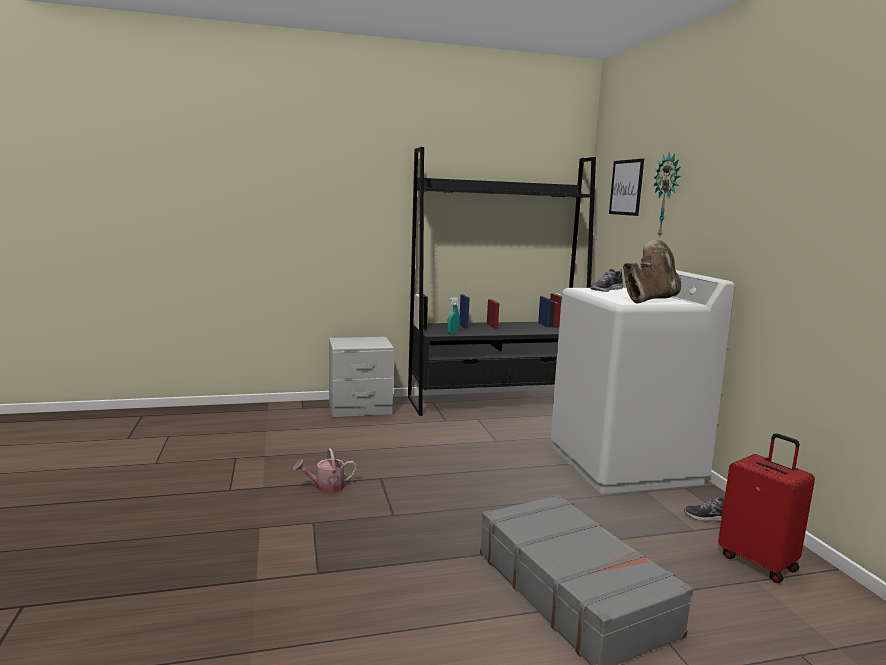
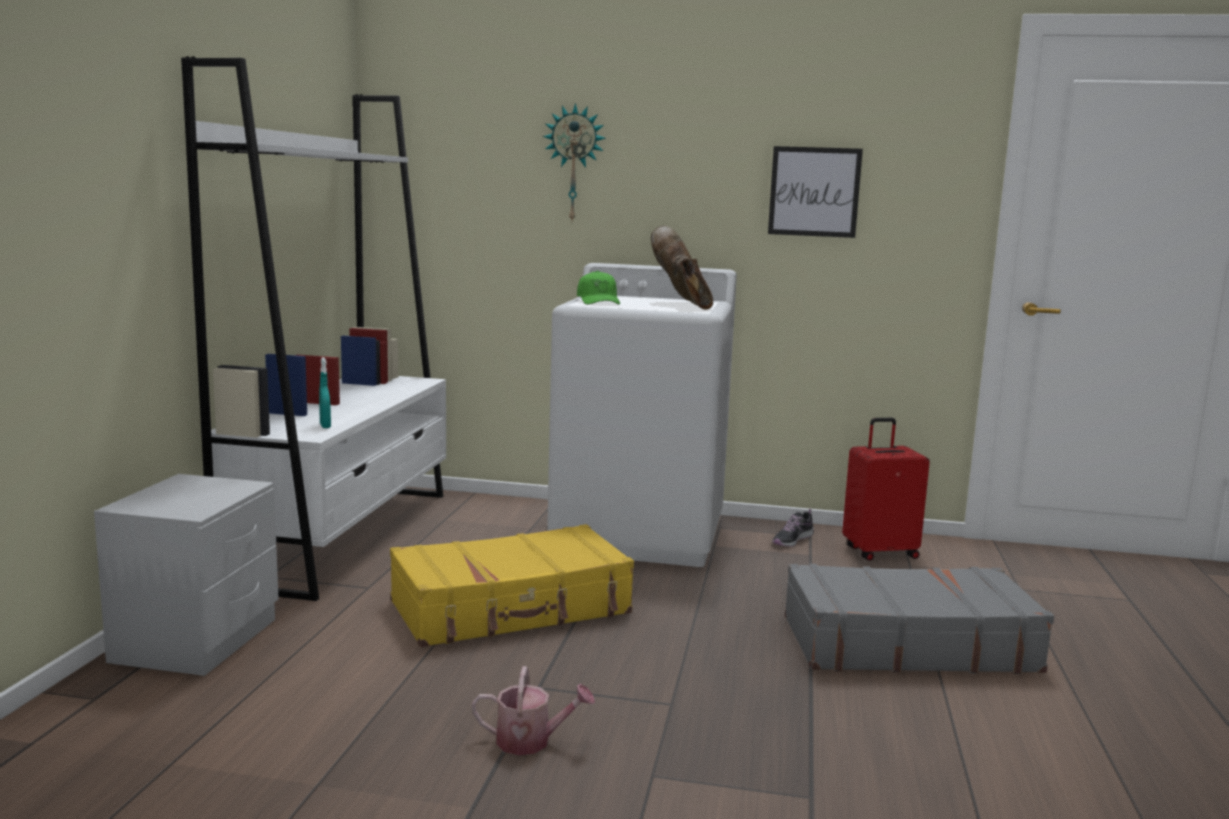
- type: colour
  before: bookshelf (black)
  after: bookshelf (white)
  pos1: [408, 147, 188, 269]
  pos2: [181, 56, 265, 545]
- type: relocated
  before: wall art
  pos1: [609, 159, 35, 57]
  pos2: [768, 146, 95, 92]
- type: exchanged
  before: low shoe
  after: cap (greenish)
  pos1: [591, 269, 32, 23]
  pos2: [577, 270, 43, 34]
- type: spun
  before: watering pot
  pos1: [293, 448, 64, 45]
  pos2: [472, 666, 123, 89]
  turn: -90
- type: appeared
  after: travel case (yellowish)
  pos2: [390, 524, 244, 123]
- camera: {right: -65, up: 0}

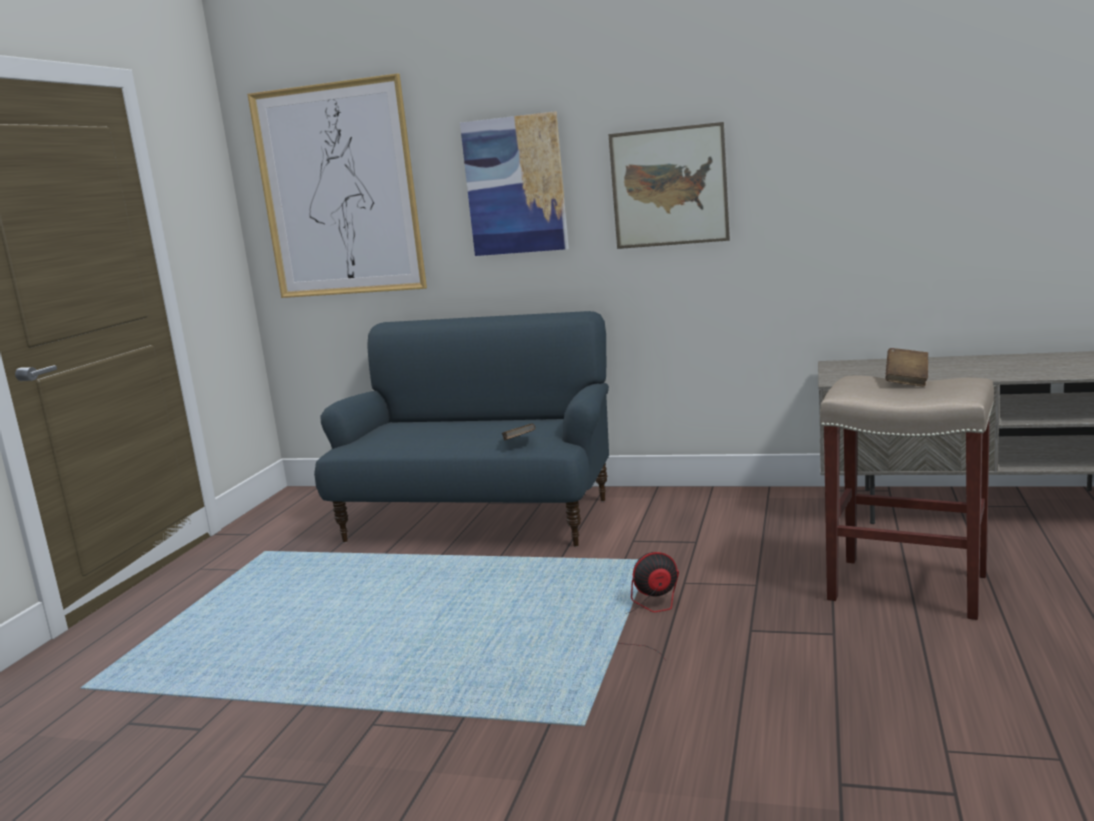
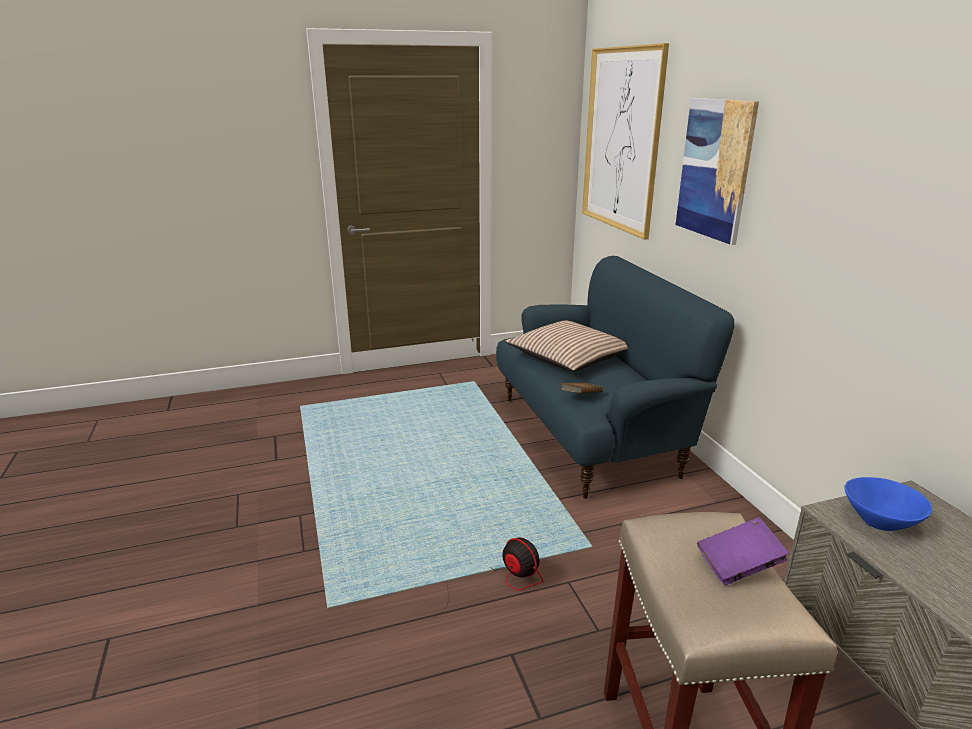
- type: missing
  before: wall art
  pos1: [608, 122, 122, 127]
- type: colour
  before: bound book (brownish)
  after: bound book (purple)
  pos1: [885, 348, 43, 38]
  pos2: [697, 517, 92, 68]
- type: appeared
  after: cushion
  pos2: [505, 321, 123, 50]
- type: appeared
  after: deep dish (blue-coloured)
  pos2: [844, 477, 88, 54]
- camera: {right: 55, up: 10}

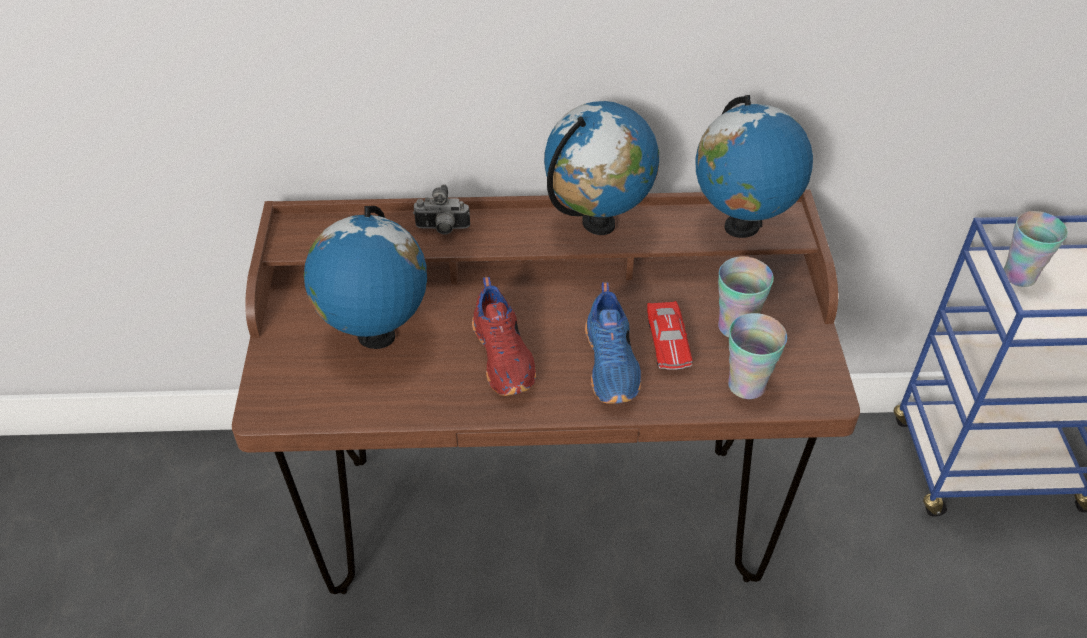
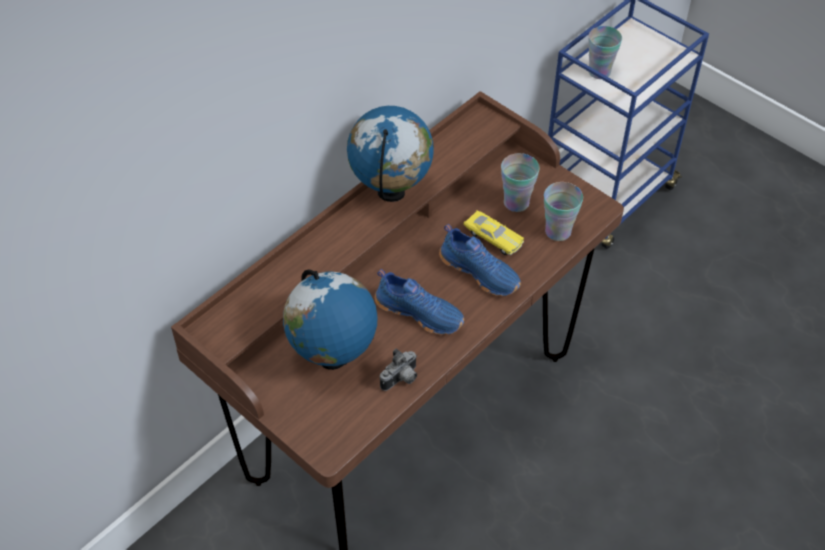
- type: missing
  before: world globe
  pos1: [696, 95, 117, 143]
- type: relocated
  before: photo camera
  pos1: [413, 184, 57, 51]
  pos2: [380, 349, 37, 42]
- type: colour
  before: low shoe (red)
  after: low shoe (blue-coloured)
  pos1: [472, 277, 64, 119]
  pos2: [375, 269, 89, 66]
- type: colour
  before: model car (red)
  after: model car (yellowish)
  pos1: [647, 301, 46, 69]
  pos2: [463, 210, 61, 45]
- camera: {right: -45, up: 5}

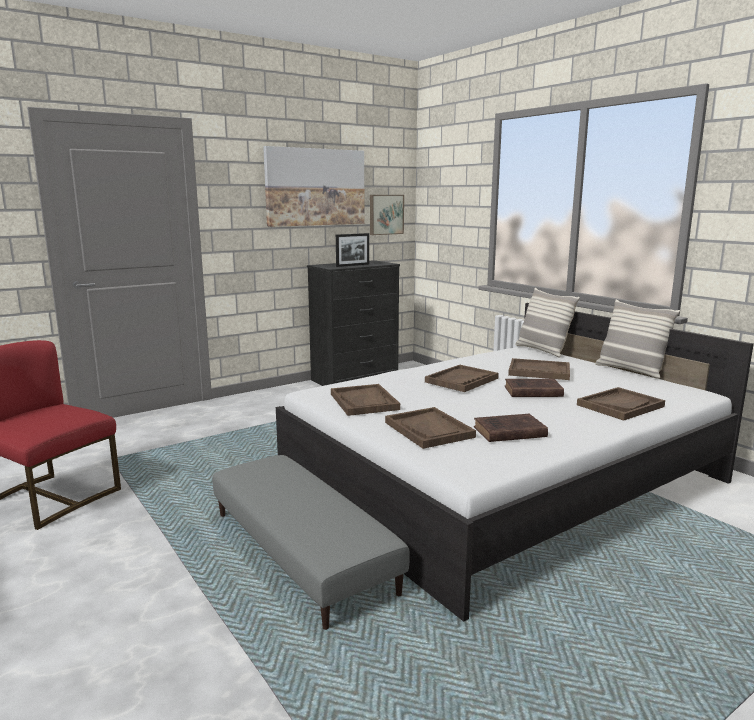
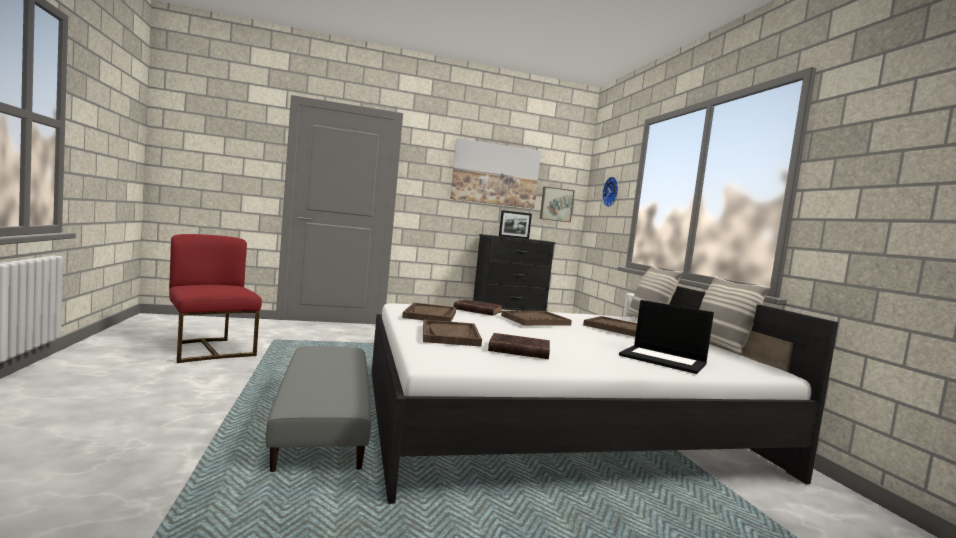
- type: relocated
  before: bound book (brownish)
  pos1: [505, 379, 59, 18]
  pos2: [454, 299, 48, 17]
- type: exchanged
  before: tray (brownish)
  after: laptop
  pos1: [577, 387, 88, 34]
  pos2: [619, 300, 95, 74]
- type: appeared
  after: wall clock
  pos2: [602, 177, 16, 30]
- camera: {right: 20, up: -10}

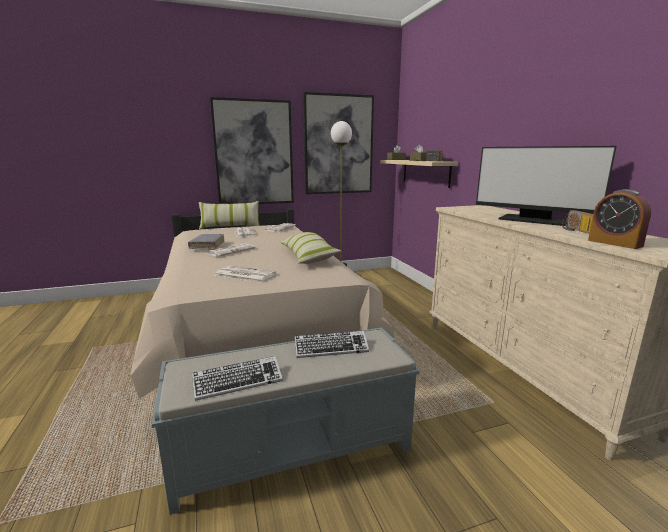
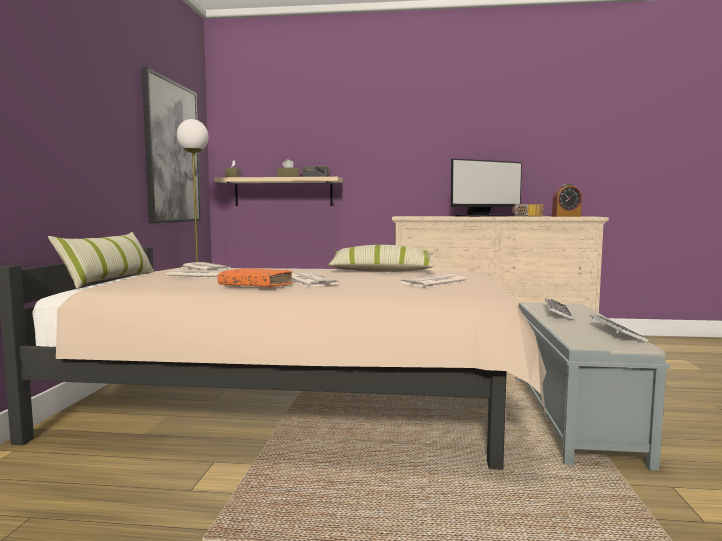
- type: missing
  before: wall art
  pos1: [210, 97, 84, 107]
- type: colour
  before: bound book (grey)
  after: bound book (orangey)
  pos1: [188, 234, 36, 16]
  pos2: [217, 268, 76, 20]
- camera: {right: -65, up: -10}

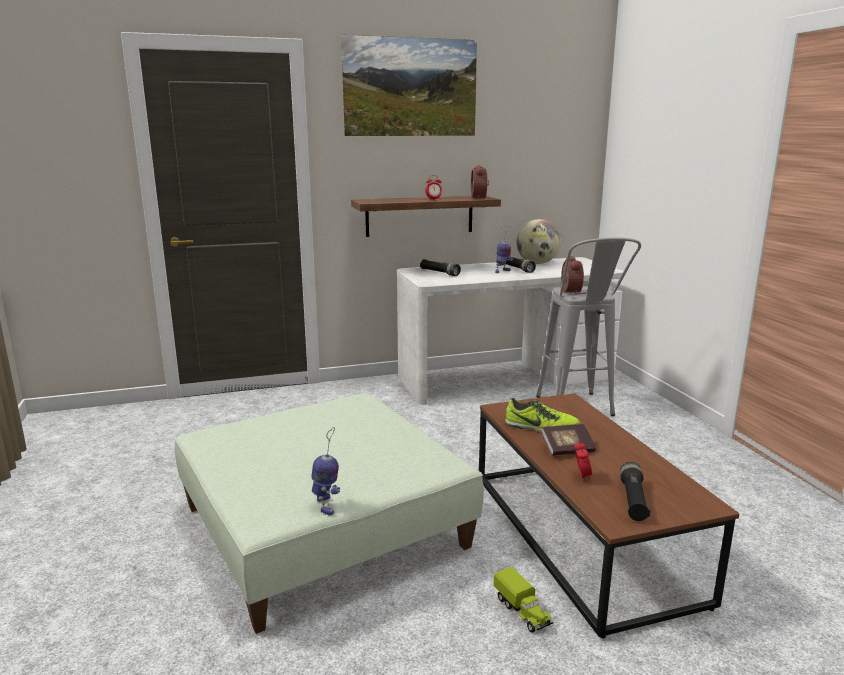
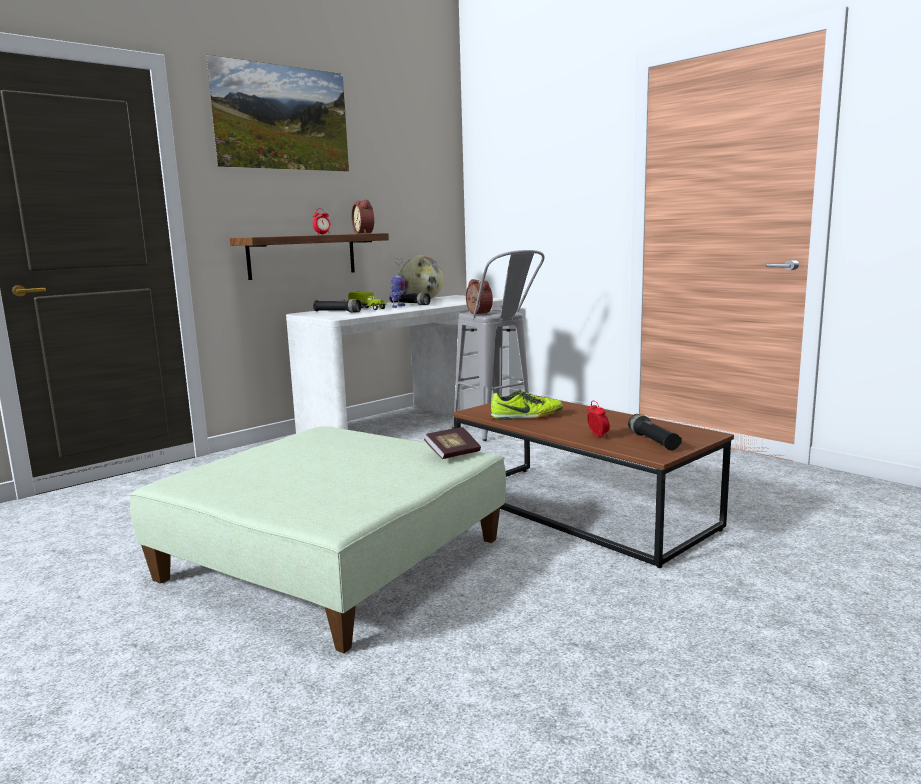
- type: relocated
  before: bound book
  pos1: [541, 424, 55, 32]
  pos2: [424, 427, 57, 32]
- type: missing
  before: model robot
  pos1: [311, 427, 29, 89]
- type: relocated
  before: toy lorry
  pos1: [494, 567, 60, 66]
  pos2: [348, 292, 38, 18]
- camera: {right: -25, up: -5}

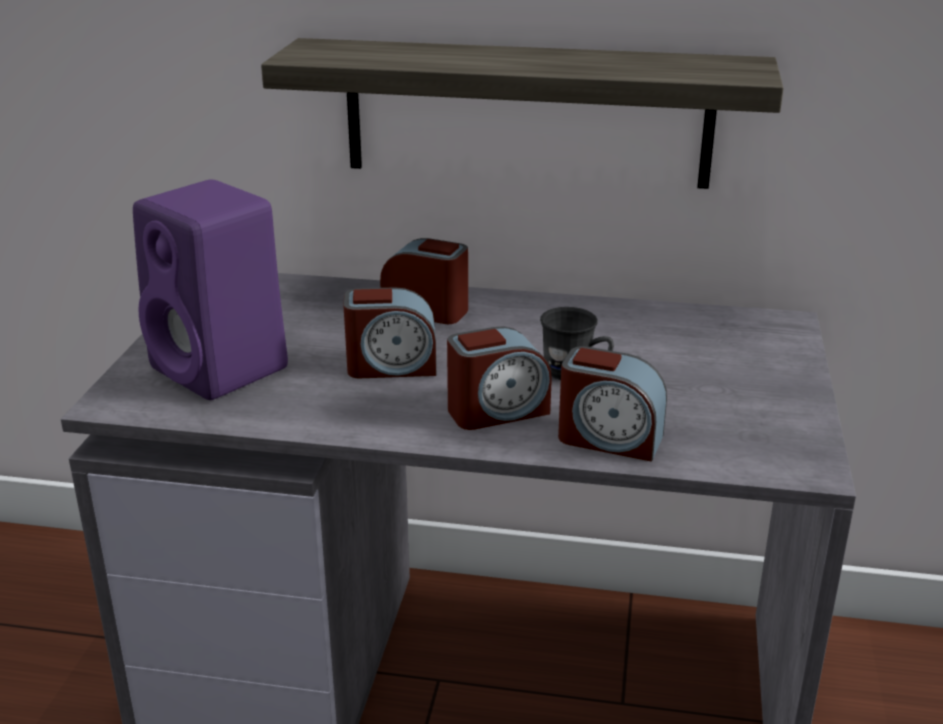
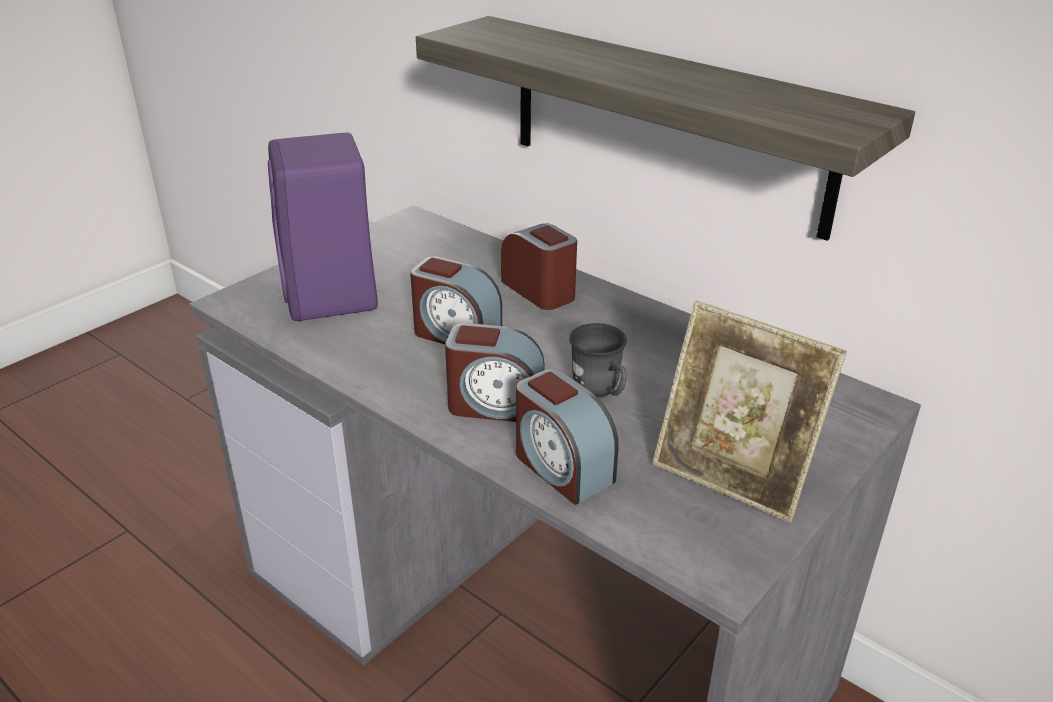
- type: appeared
  after: standing frame
  pos2: [652, 301, 195, 222]
- camera: {right: 30, up: 5}

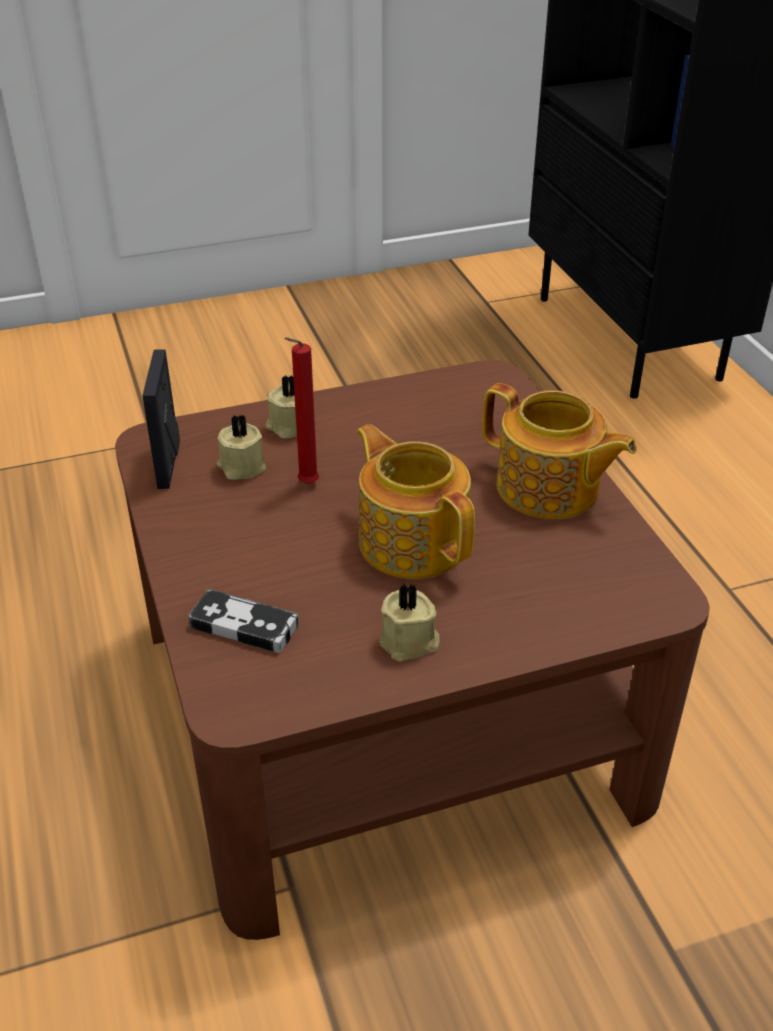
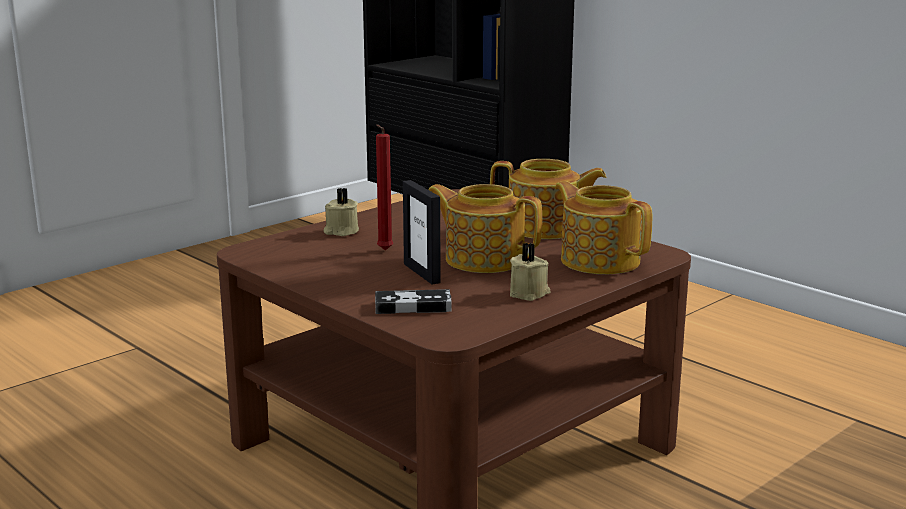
- type: relocated
  before: standing frame
  pos1: [142, 349, 38, 140]
  pos2: [403, 180, 38, 105]
- type: missing
  before: wax candle (sand-coloured)
  pos1: [216, 415, 50, 65]
- type: appeared
  after: pot for tea
  pos2: [555, 181, 97, 93]
- camera: {right: -25, up: -20}

